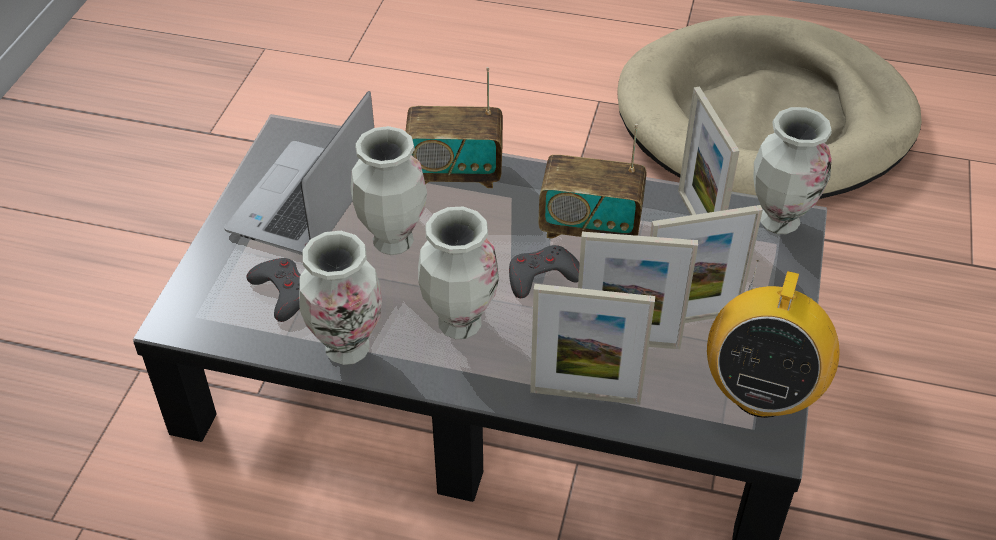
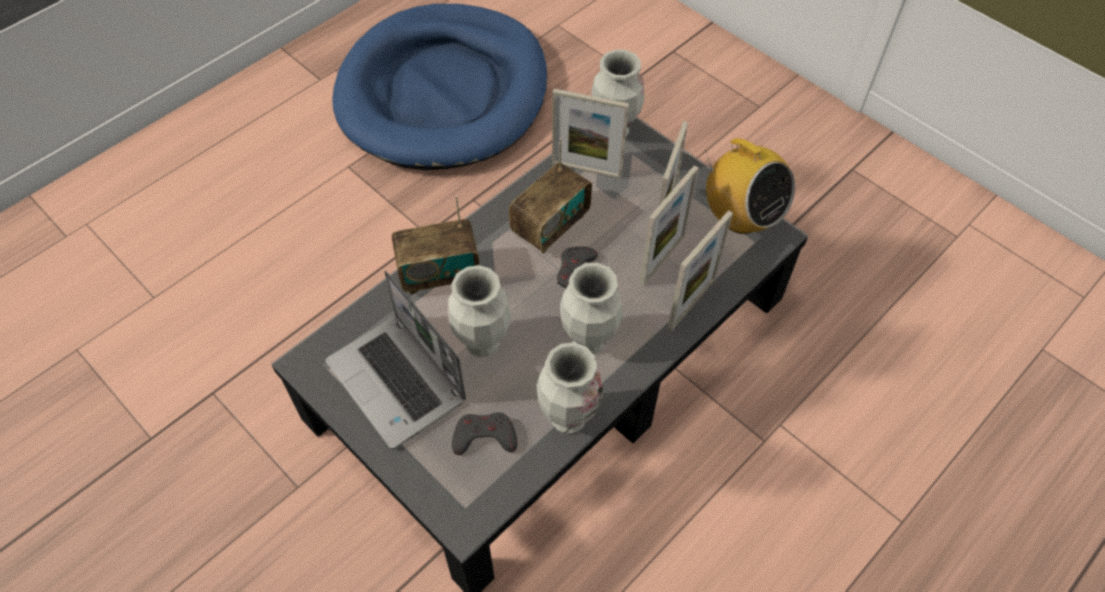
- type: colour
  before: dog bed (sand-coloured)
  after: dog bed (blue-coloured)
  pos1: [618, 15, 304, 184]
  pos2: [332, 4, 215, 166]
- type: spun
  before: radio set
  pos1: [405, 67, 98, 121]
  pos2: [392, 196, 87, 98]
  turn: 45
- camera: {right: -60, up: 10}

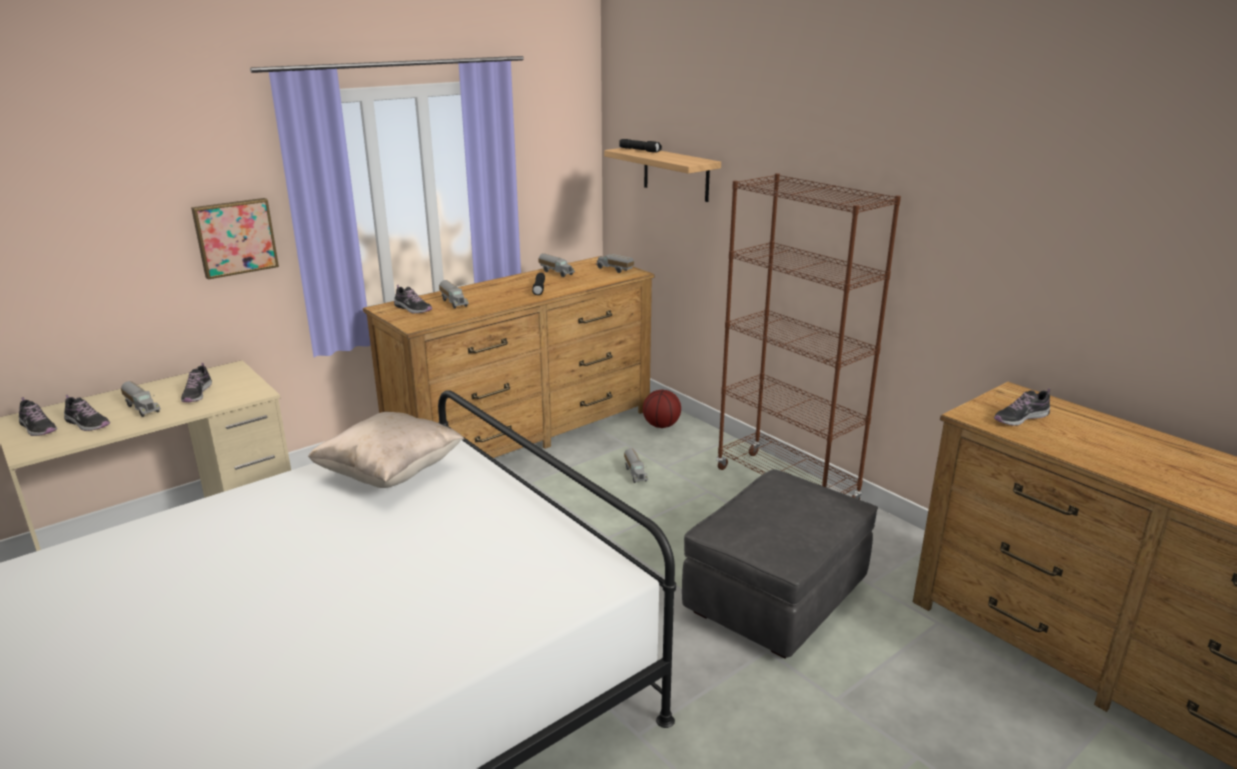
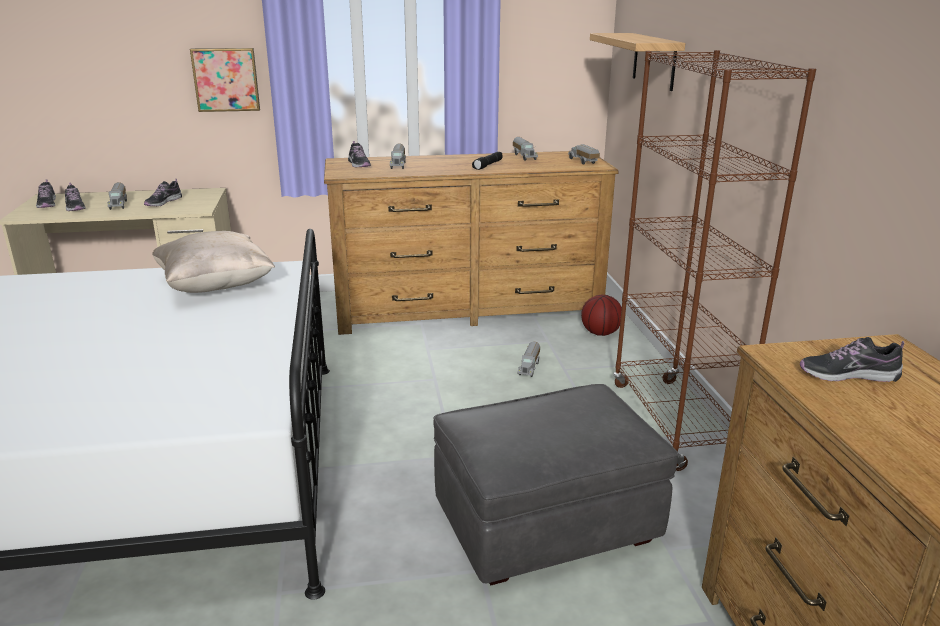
- type: missing
  before: torch (black)
  pos1: [619, 139, 43, 14]
- camera: {right: 30, up: 0}

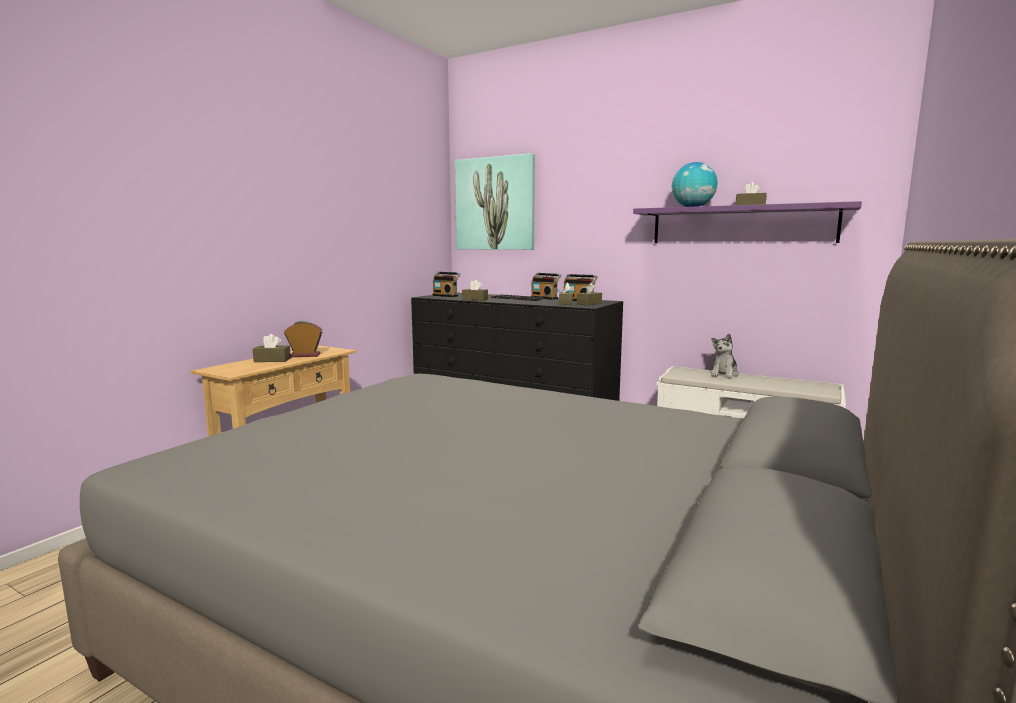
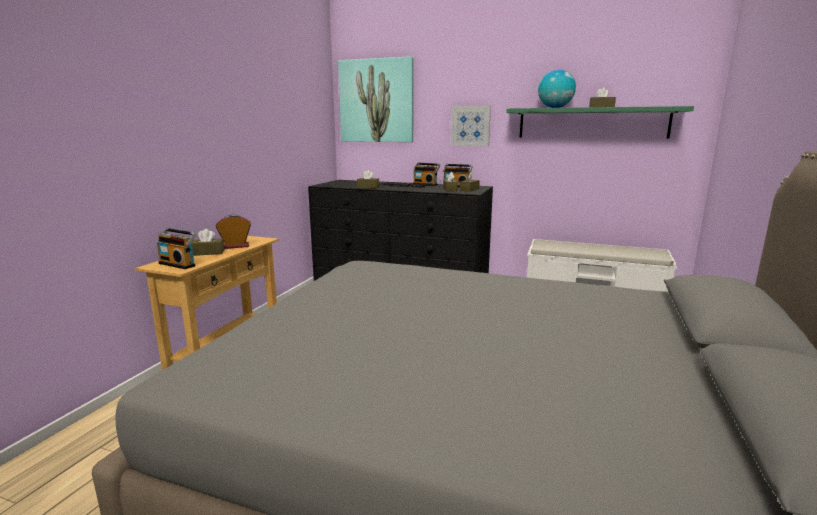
- type: colour
  before: wall shelf (purple)
  after: wall shelf (greenish)
  pos1: [633, 201, 229, 42]
  pos2: [506, 106, 188, 33]
- type: relocated
  before: radio set
  pos1: [432, 272, 29, 25]
  pos2: [157, 228, 39, 41]
- type: missing
  before: soft toy
  pos1: [710, 334, 29, 44]
- type: appeared
  after: wall art
  pos2: [451, 106, 40, 40]
- camera: {right: -10, up: 5}

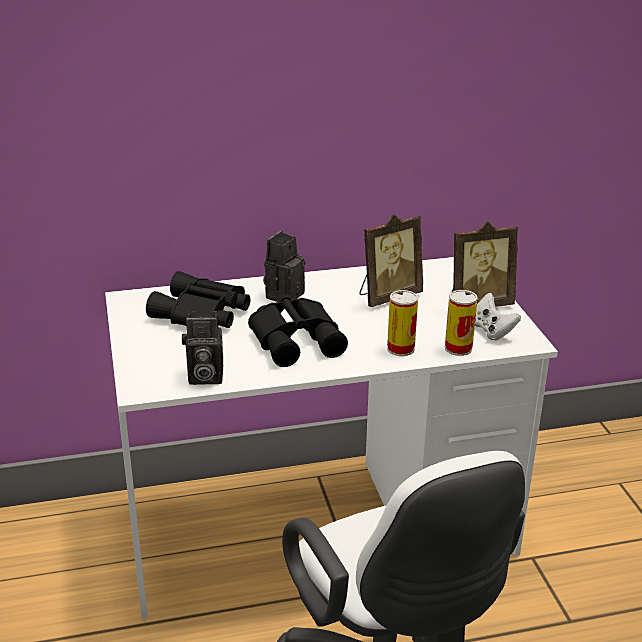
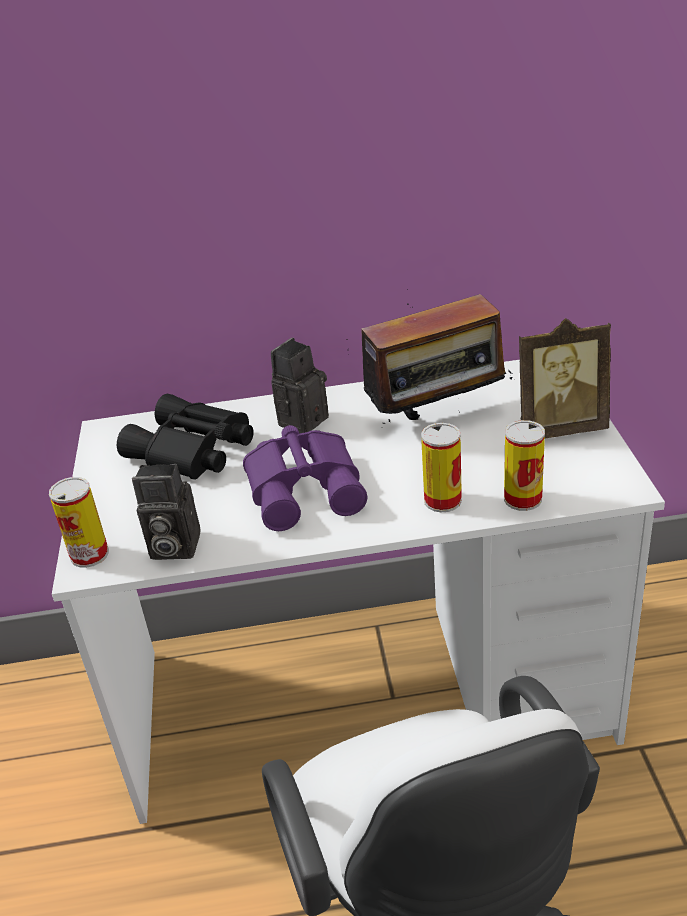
- type: exchanged
  before: standing frame
  after: radio set
  pos1: [360, 214, 63, 93]
  pos2: [361, 294, 151, 130]
- type: missing
  before: joypad (white)
  pos1: [475, 293, 46, 48]
- type: colour
  before: field glasses (black)
  after: field glasses (purple)
  pos1: [248, 294, 100, 73]
  pos2: [243, 425, 124, 106]
- type: appeared
  after: metal can
  pos2: [49, 477, 60, 91]
- camera: {right: 10, up: 5}

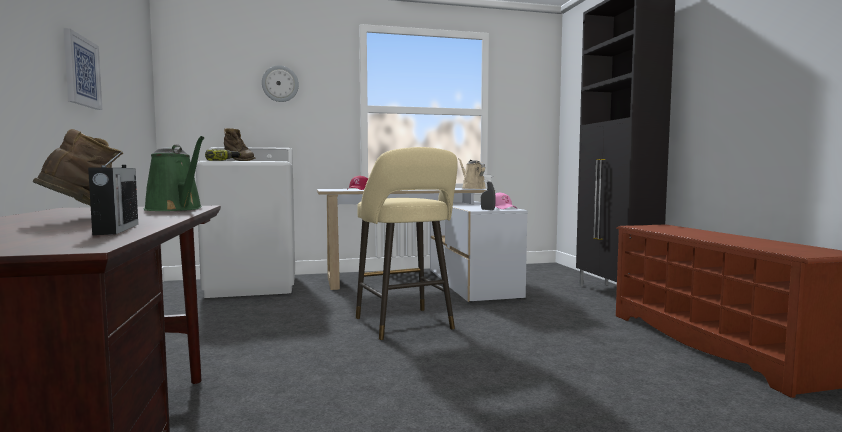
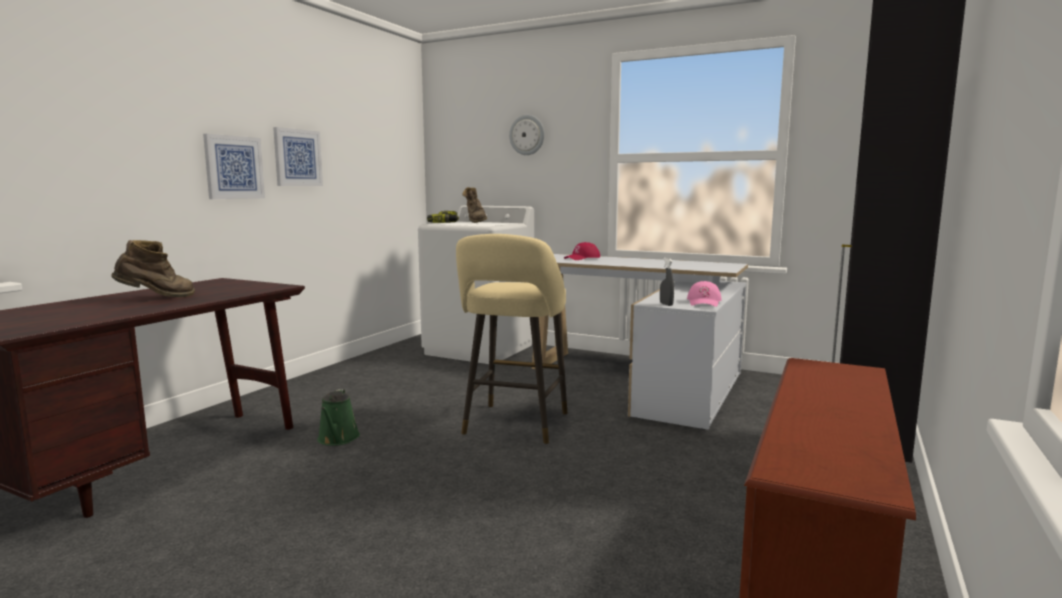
- type: relocated
  before: watering pot (greenish)
  pos1: [143, 136, 61, 75]
  pos2: [317, 389, 43, 57]
- type: missing
  before: radio set
  pos1: [88, 151, 50, 84]
- type: missing
  before: watering pot (sand-coloured)
  pos1: [458, 158, 28, 31]
- type: appeared
  after: wall art
  pos2: [203, 134, 62, 65]
- camera: {right: 40, up: 5}

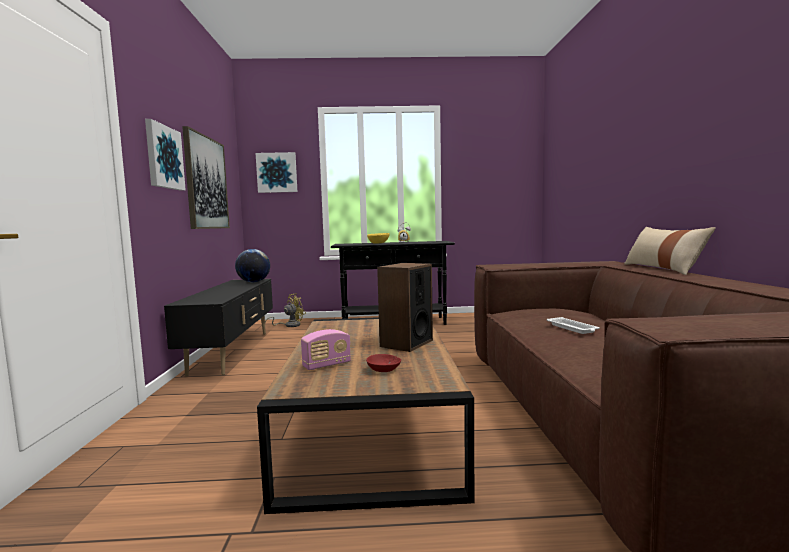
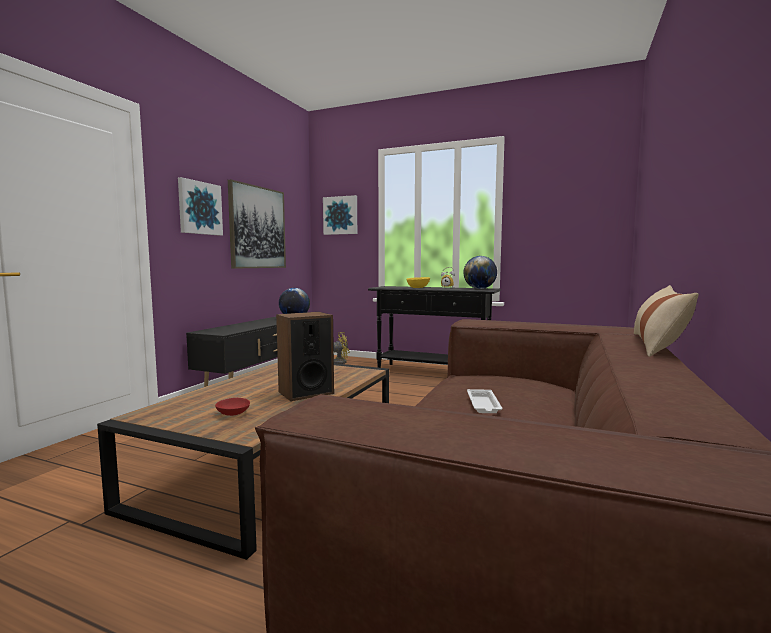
- type: missing
  before: radio set
  pos1: [301, 329, 50, 41]
- type: appeared
  after: world globe
  pos2: [463, 256, 34, 33]
- camera: {right: 25, up: 0}

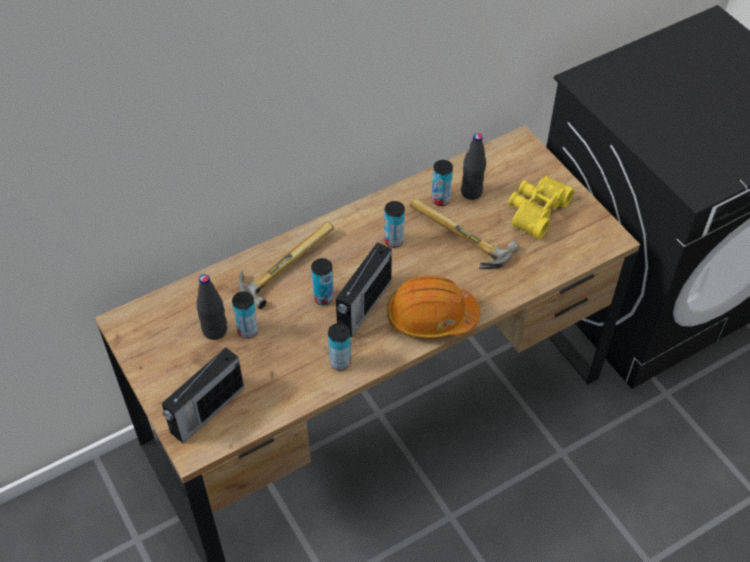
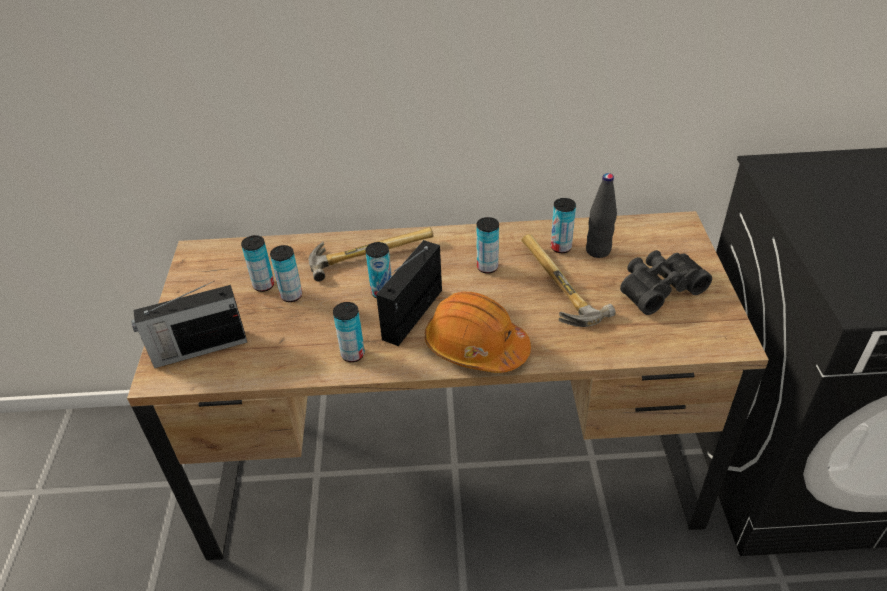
- type: colour
  before: field glasses (yellowish)
  after: field glasses (black)
  pos1: [508, 176, 66, 63]
  pos2: [620, 250, 92, 65]
- type: spun
  before: radio set
  pos1: [336, 242, 56, 95]
  pos2: [376, 240, 66, 106]
  turn: 150
- type: exchanged
  before: bottle (black)
  after: metal can
  pos1: [196, 274, 31, 66]
  pos2: [241, 235, 33, 57]
- camera: {right: 30, up: -10}

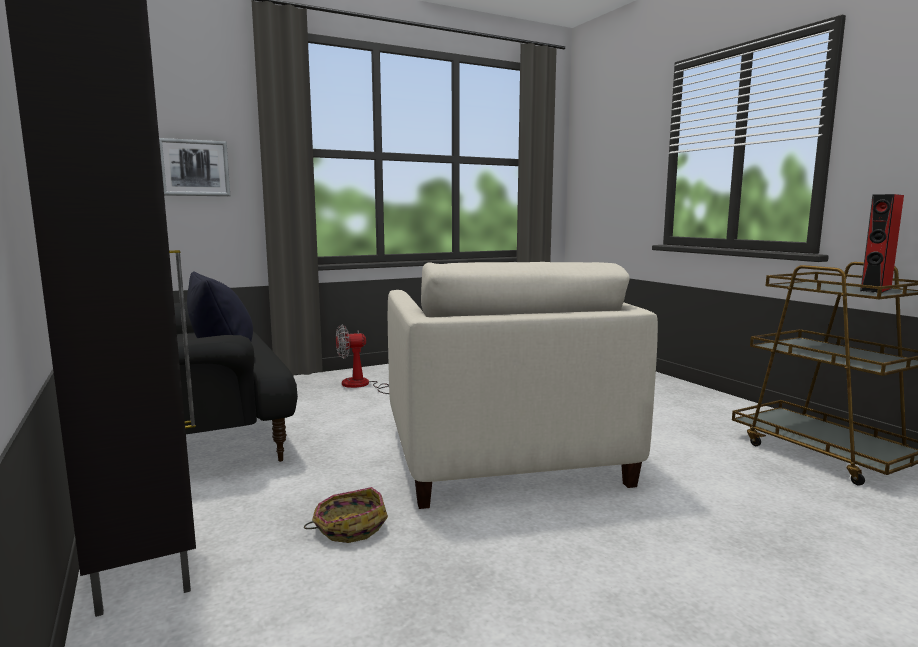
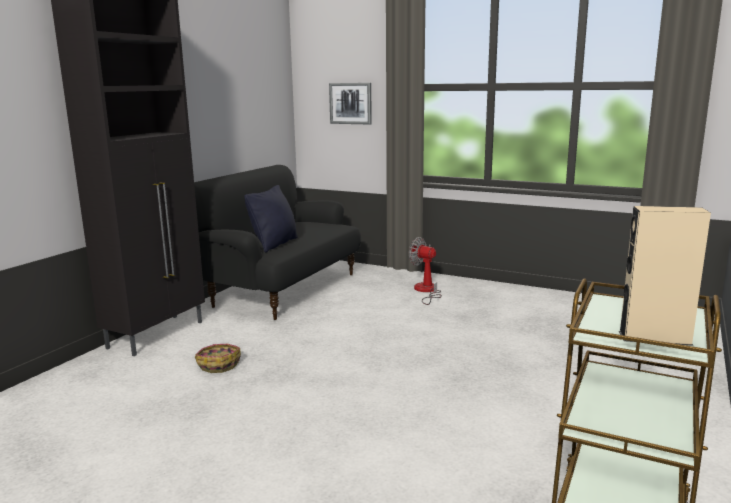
- type: colour
  before: audio speaker (red)
  after: audio speaker (sand-coloured)
  pos1: [860, 194, 44, 99]
  pos2: [619, 206, 92, 140]
- type: missing
  before: lounge chair (sand-coloured)
  pos1: [388, 262, 270, 247]
- camera: {right: 55, up: 5}

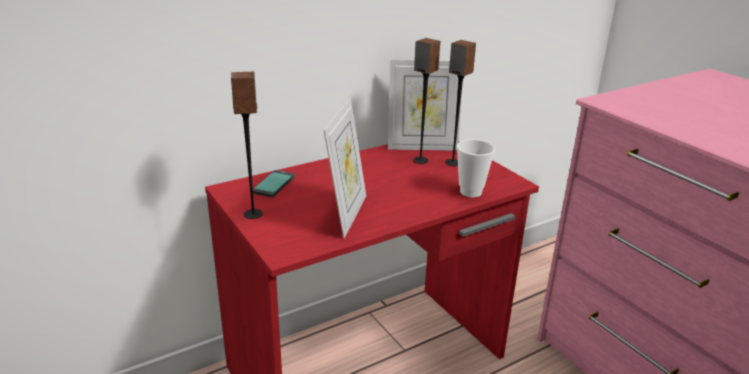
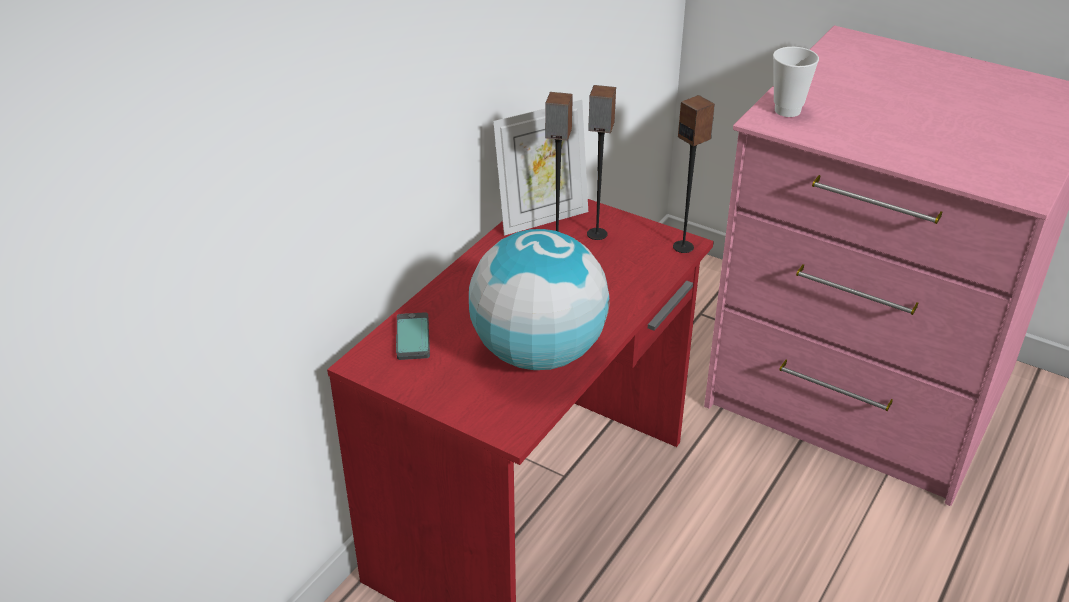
- type: relocated
  before: audio speaker
  pos1: [231, 72, 32, 147]
  pos2: [673, 95, 42, 158]
- type: exchanged
  before: standing frame
  after: world globe
  pos1: [324, 98, 42, 141]
  pos2: [469, 229, 141, 141]
- type: relocated
  before: cup
  pos1: [457, 139, 38, 58]
  pos2: [773, 47, 46, 70]
- camera: {right: -25, up: 10}

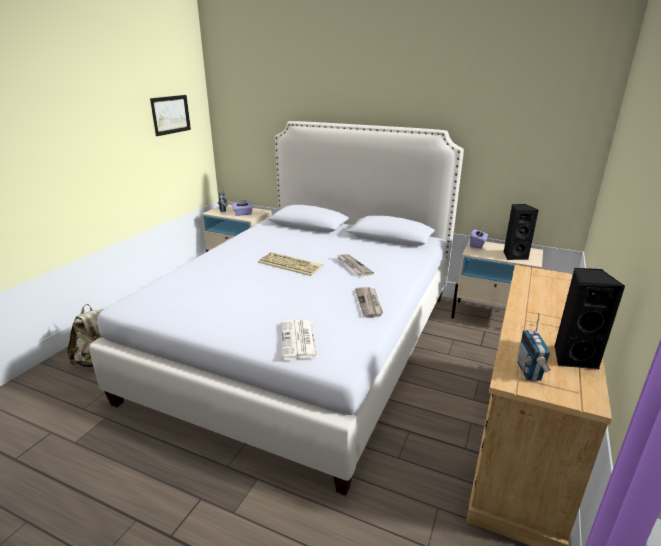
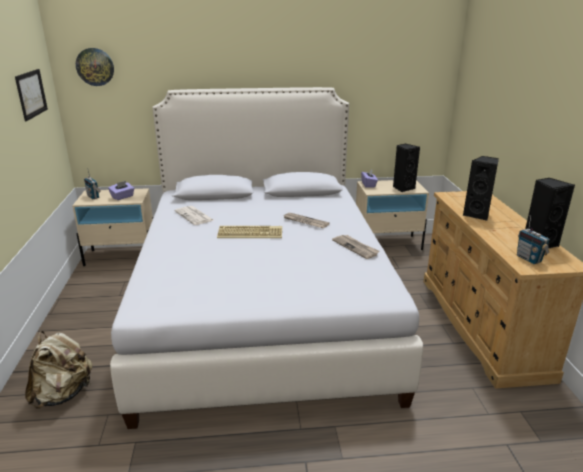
- type: relocated
  before: printed paper
  pos1: [281, 320, 37, 39]
  pos2: [175, 206, 38, 19]
- type: appeared
  after: wall clock
  pos2: [76, 48, 38, 38]
- type: appeared
  after: audio speaker (black)
  pos2: [463, 156, 36, 65]
- camera: {right: -30, up: 0}

